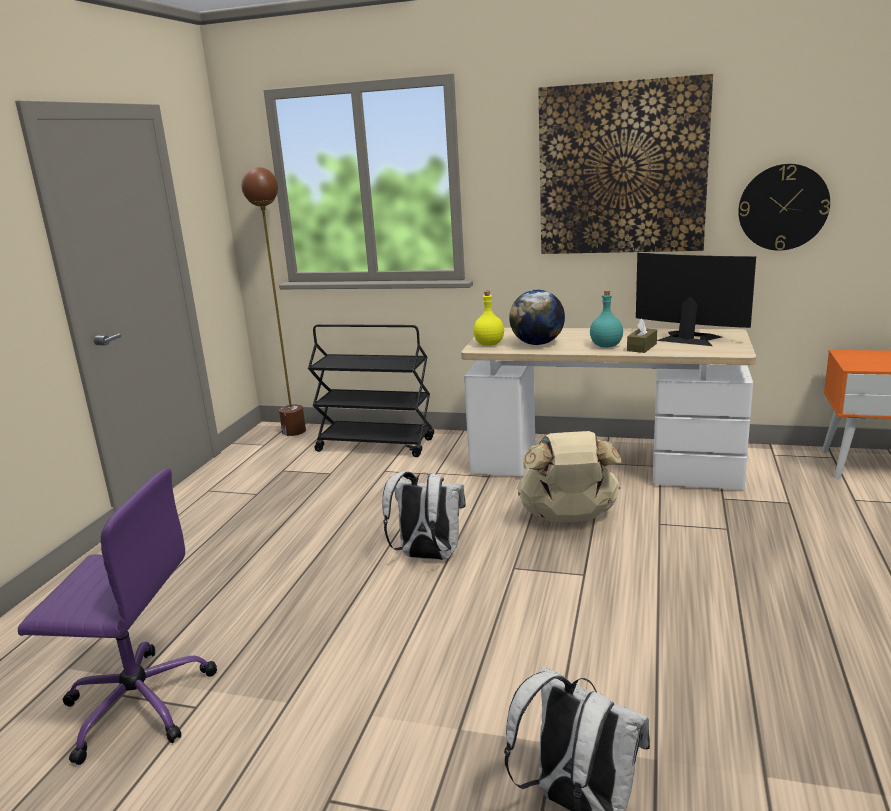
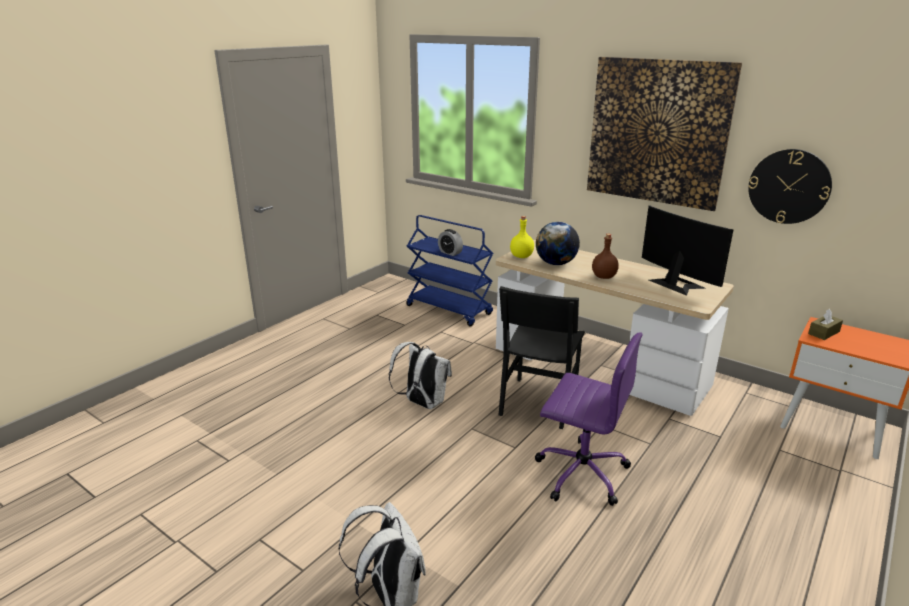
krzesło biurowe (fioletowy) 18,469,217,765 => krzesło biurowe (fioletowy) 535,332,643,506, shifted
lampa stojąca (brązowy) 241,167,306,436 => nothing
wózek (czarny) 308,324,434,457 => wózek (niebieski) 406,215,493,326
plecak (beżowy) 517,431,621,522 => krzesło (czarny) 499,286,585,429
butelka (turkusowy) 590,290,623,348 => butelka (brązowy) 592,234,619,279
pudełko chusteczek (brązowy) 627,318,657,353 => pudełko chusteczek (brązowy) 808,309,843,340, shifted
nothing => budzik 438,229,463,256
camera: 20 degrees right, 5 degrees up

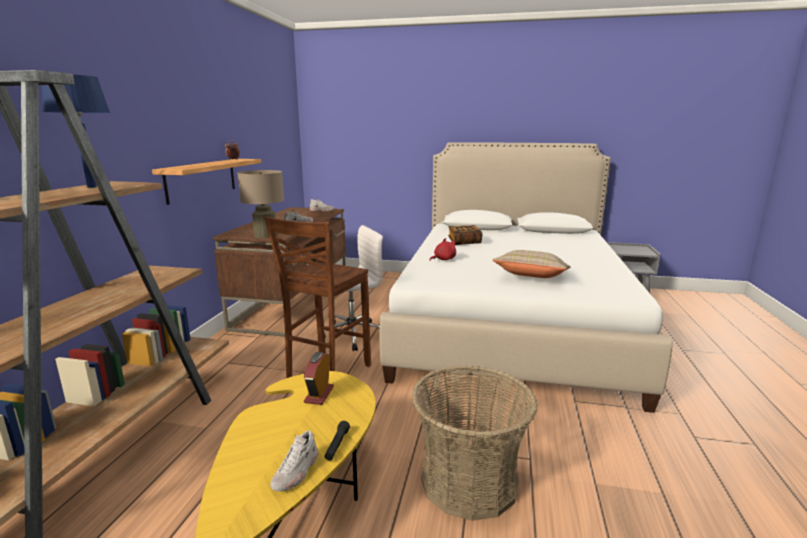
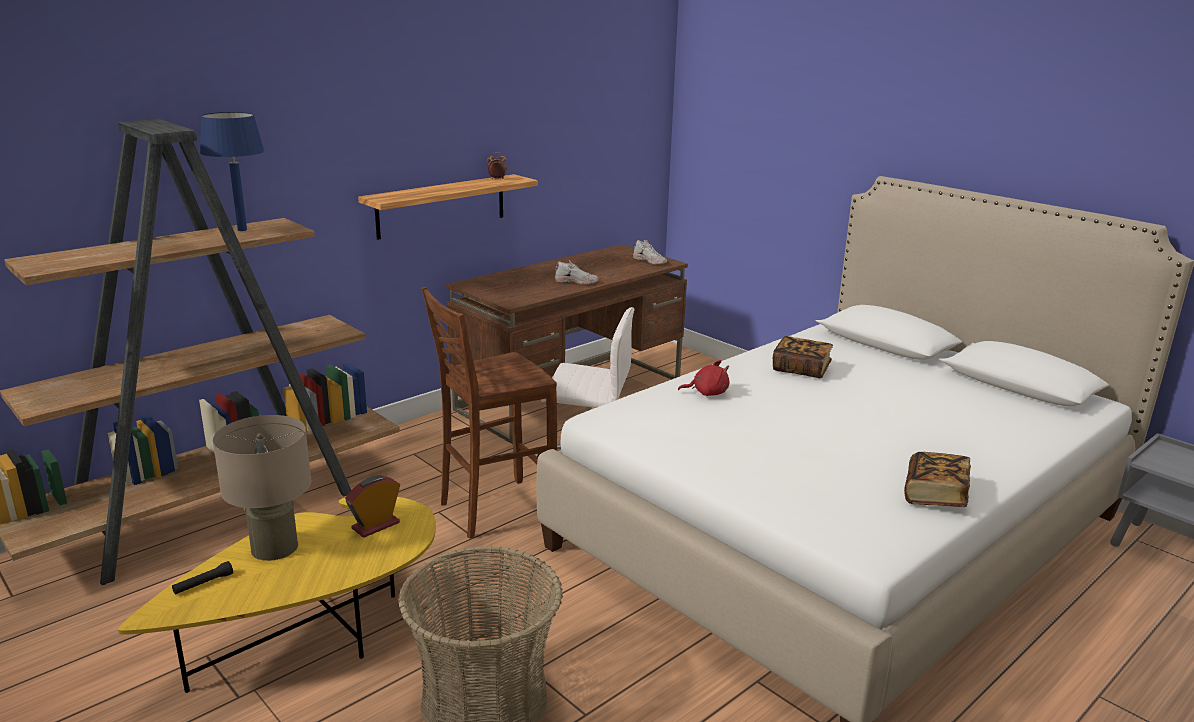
lampa stołowa (beżowy) 238,170,284,238 => lampa stołowa (beżowy) 213,415,311,561, shifted
but (biały) 270,430,318,491 => nothing
latarka (czarny) 324,421,350,461 => latarka (czarny) 172,561,233,595, shifted
poduszka (beżowy) 493,250,571,278 => nothing
nothing => książka 904,452,971,507
camera: 35 degrees right, 5 degrees up

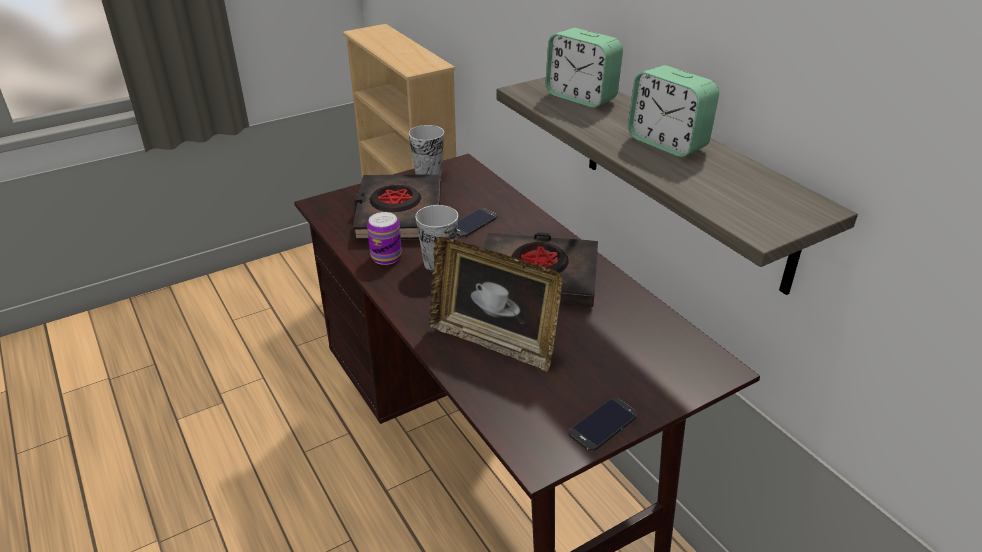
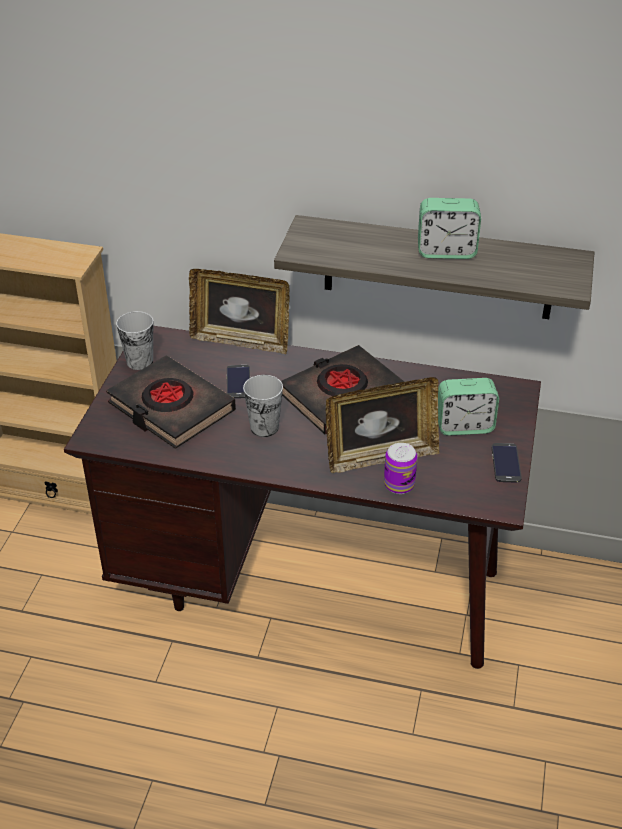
puszka 367,212,402,265 => puszka 384,443,417,494, shifted
budzik 545,28,623,108 => budzik 438,378,499,436, shifted
nothing => ramka na zdjęcie 189,269,290,354
camera: 45 degrees left, 5 degrees up

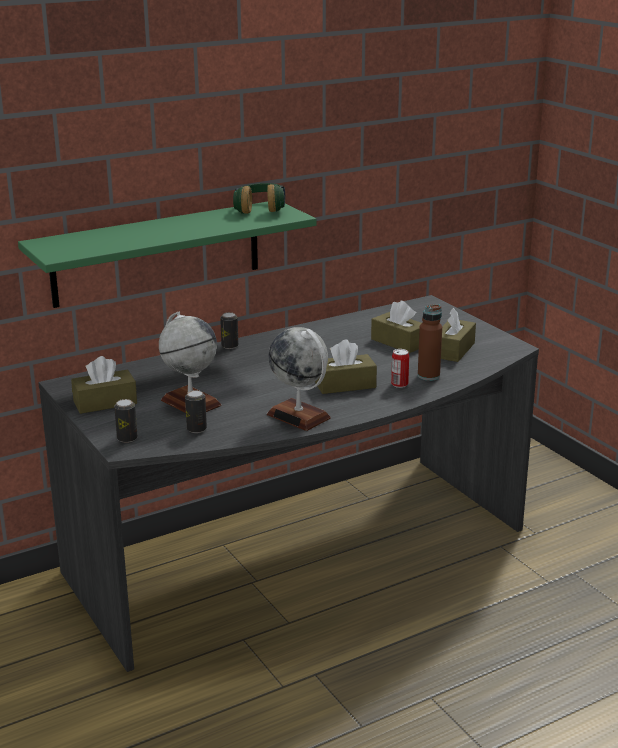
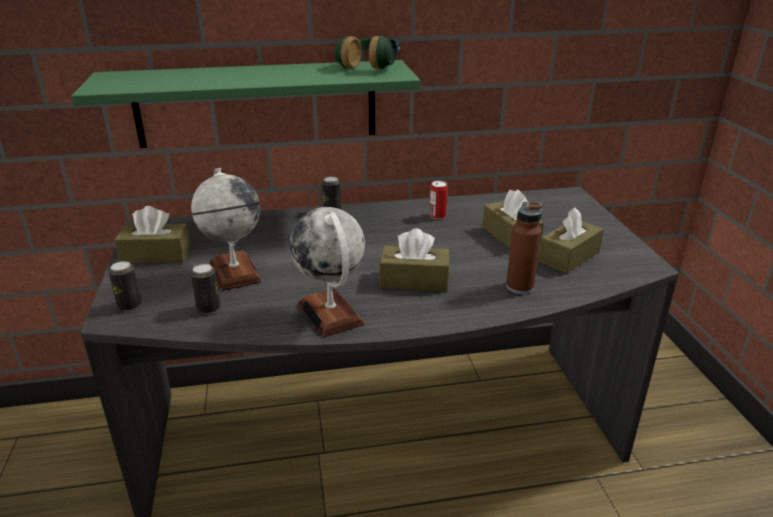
puszka 391,349,409,388 => puszka 430,181,448,219, shifted
camera: 20 degrees right, 5 degrees up

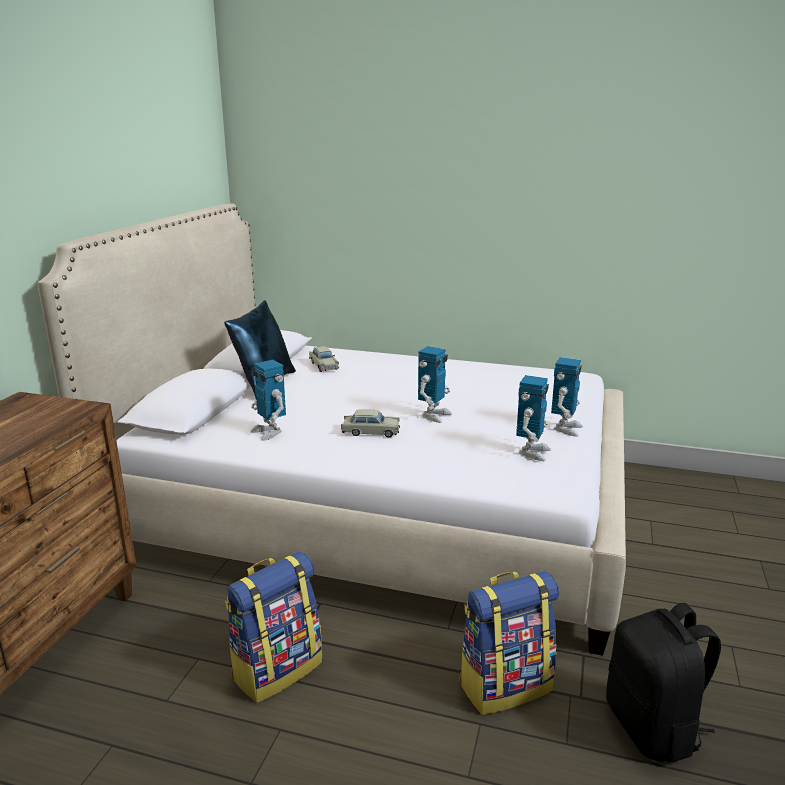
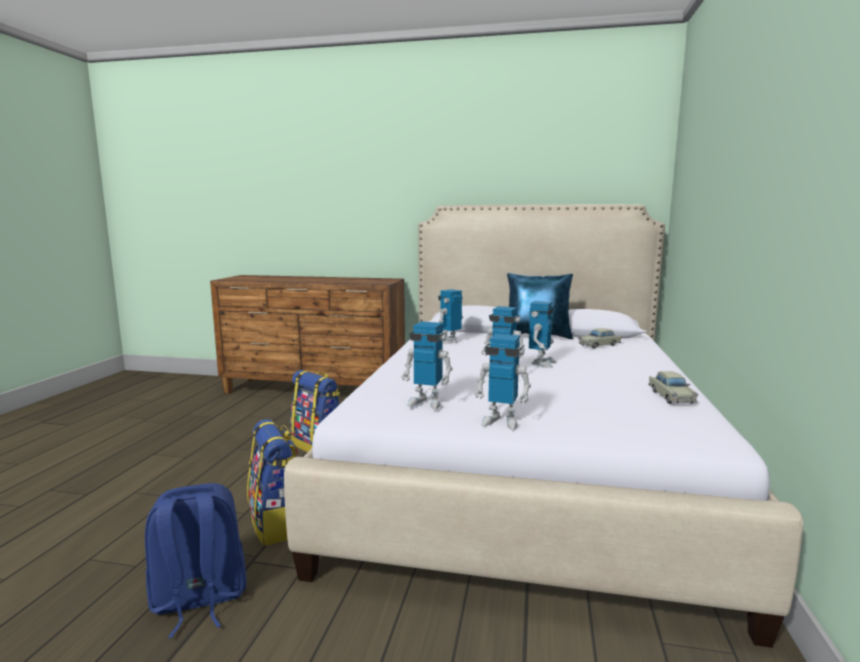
samochodzik (beżowy) 341,409,400,438 => samochodzik (beżowy) 649,371,698,404, shifted
plecak (czarny) 606,603,721,762 => plecak (niebieski) 145,483,247,638
nothing => robot zabawkowy 529,301,557,368
camera: 85 degrees right, 10 degrees down

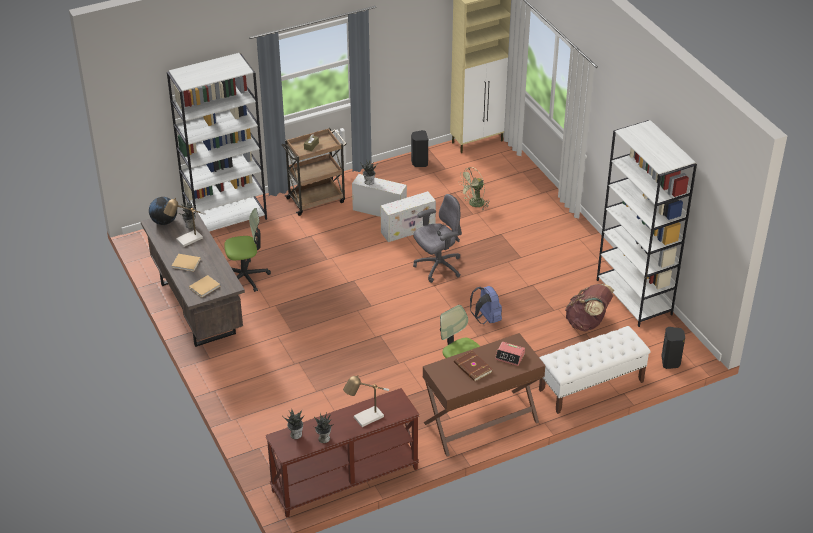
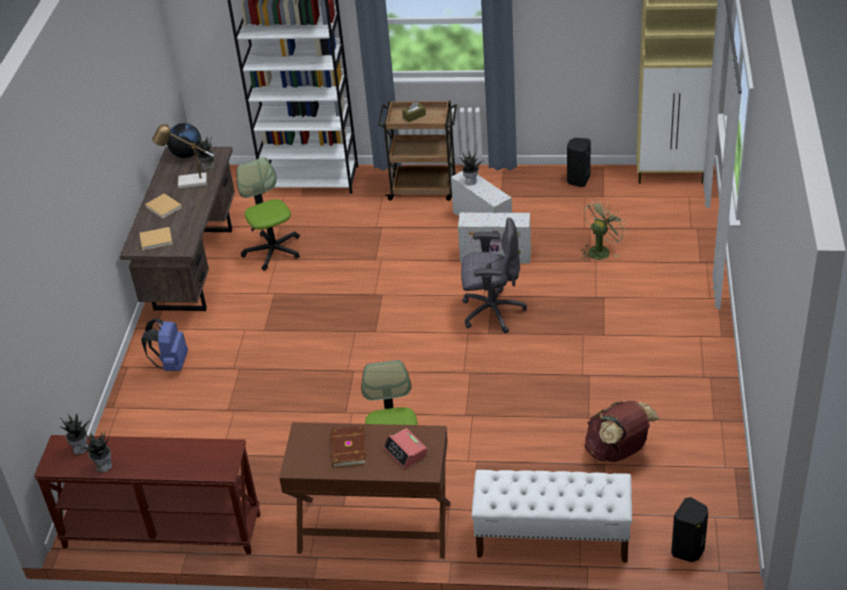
krzesło biurowe 224,208,271,292 => krzesło biurowe 237,157,300,271, 135 degrees counterclockwise
lampa stołowa 343,375,389,427 => nothing
wentylator (zielony) 458,167,490,210 => wentylator (zielony) 581,200,628,260, 135 degrees clockwise
plecak (niebieski) 470,286,502,324 => plecak (niebieski) 141,318,188,371, shifted
regał (biały) 597,120,697,327 => nothing
camera: 35 degrees right, 0 degrees up

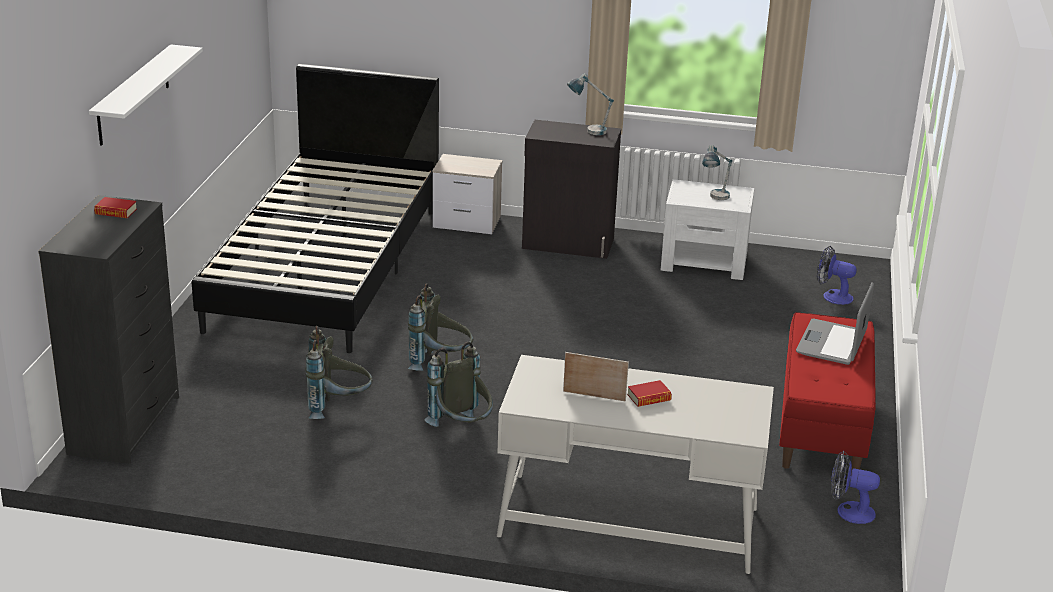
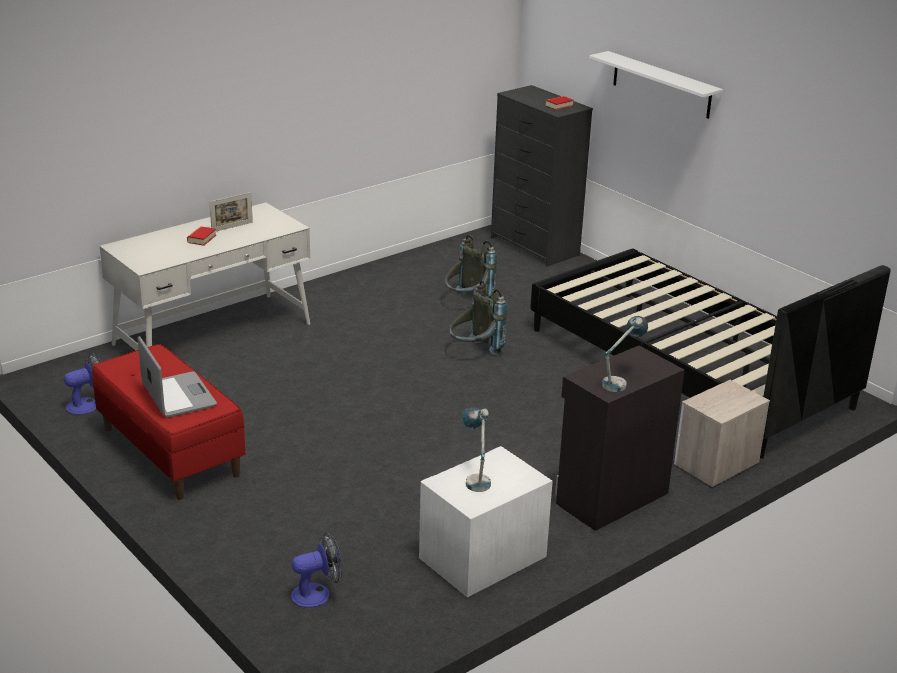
plecak (szary) 424,342,493,427 => nothing
camera: 130 degrees right, 0 degrees up

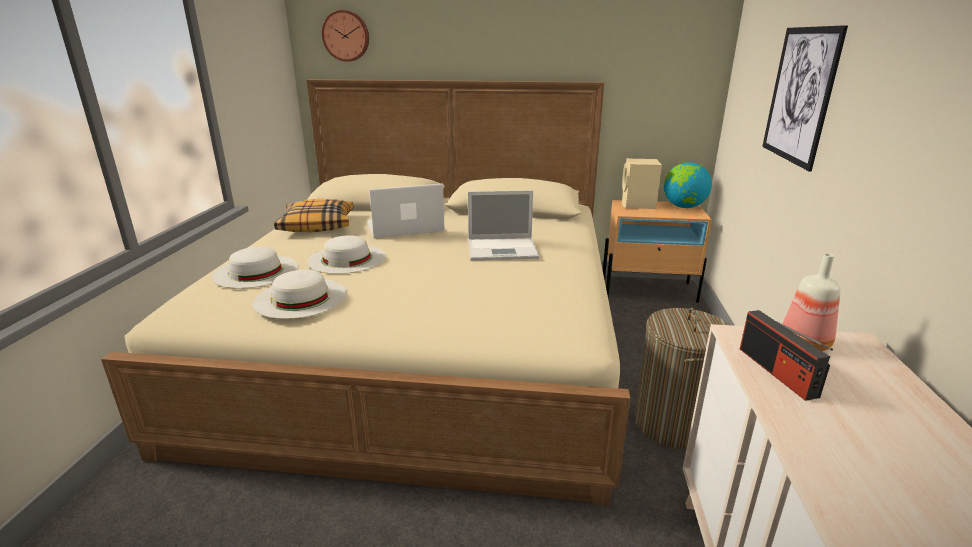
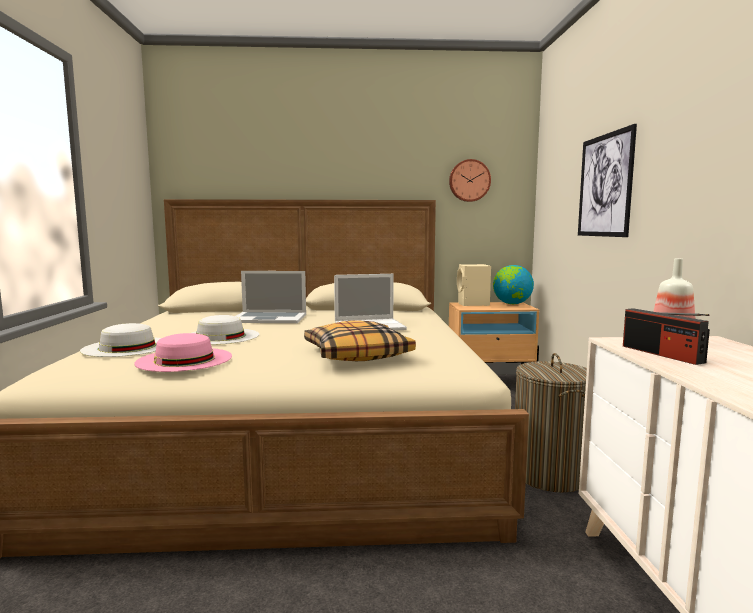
kapelusz (biały) 253,270,347,319 => kapelusz (różowy) 134,333,232,372
poduszka 274,199,353,232 => poduszka 304,320,416,361, shifted
zegar ścienny 322,10,369,62 => zegar ścienny 449,159,491,202, shifted
laptop 367,183,445,238 => laptop 236,271,306,323, 150 degrees counterclockwise
camera: 10 degrees left, 15 degrees down

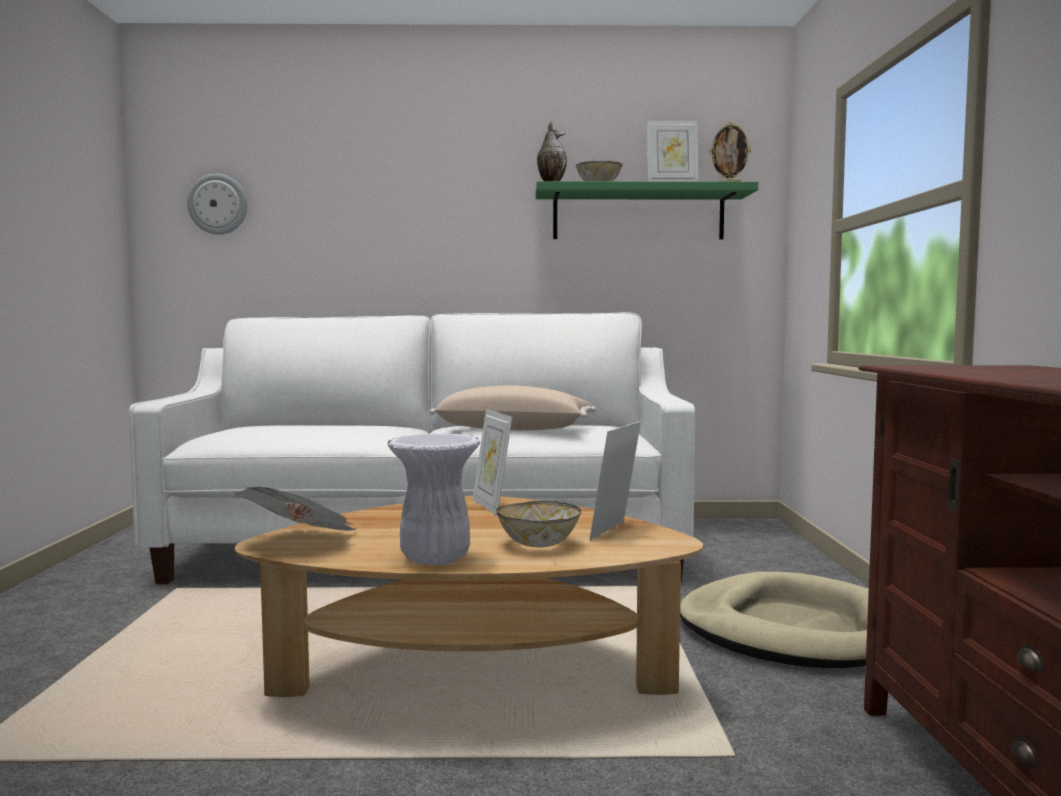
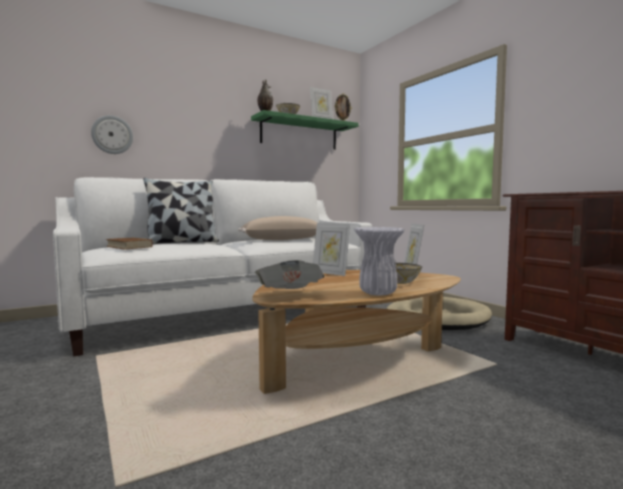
zegar ścienny 187,174,247,235 => zegar ścienny 91,115,133,154, shifted
nothing => książka (brązowy) 106,237,153,250
nothing => poduszka 143,178,219,244
camera: 30 degrees left, 0 degrees up

